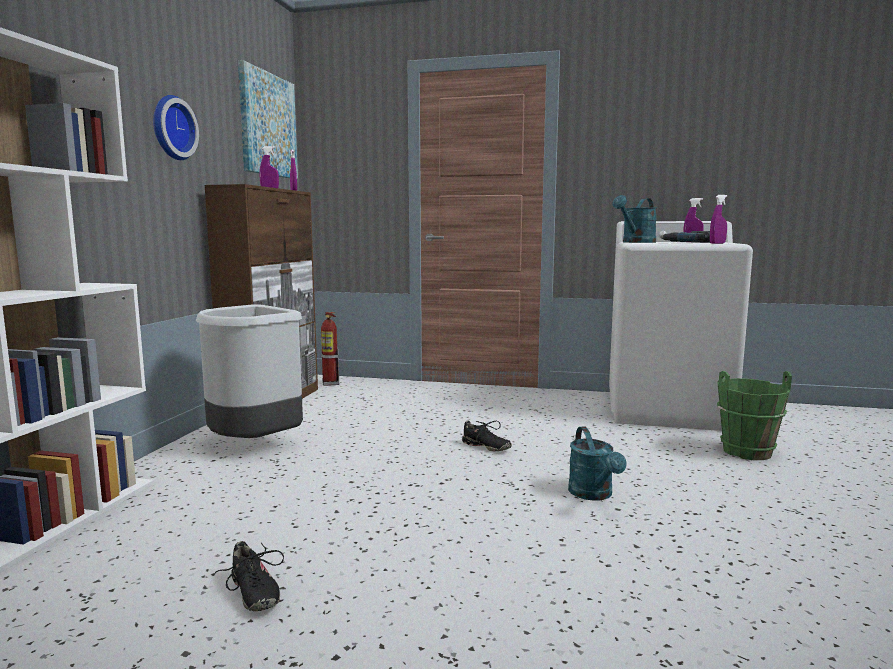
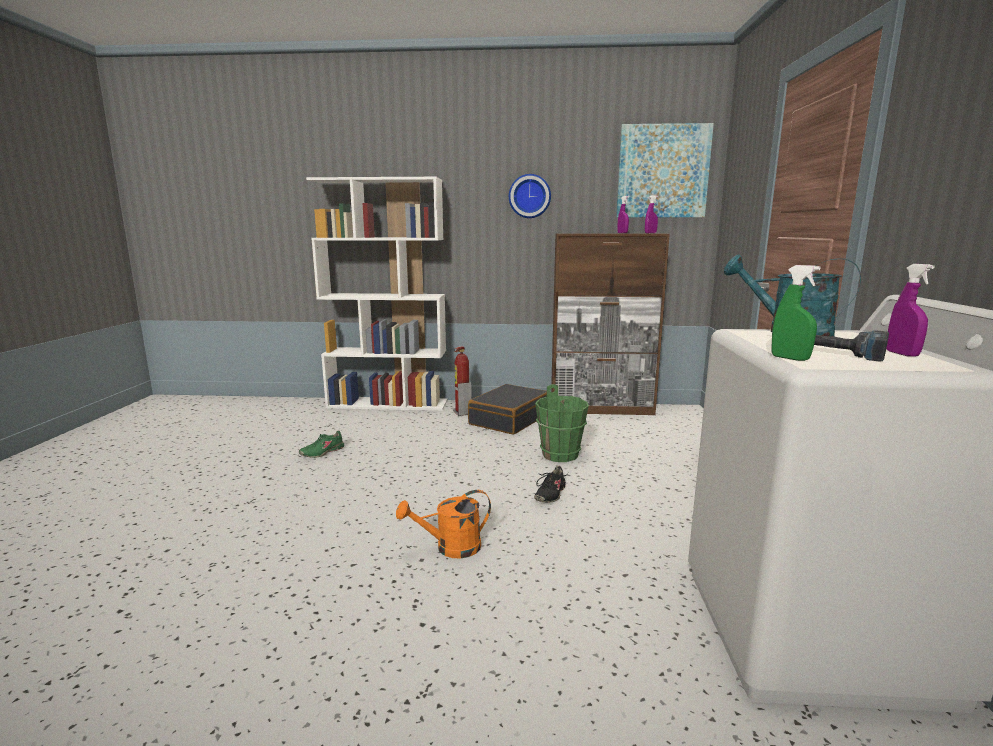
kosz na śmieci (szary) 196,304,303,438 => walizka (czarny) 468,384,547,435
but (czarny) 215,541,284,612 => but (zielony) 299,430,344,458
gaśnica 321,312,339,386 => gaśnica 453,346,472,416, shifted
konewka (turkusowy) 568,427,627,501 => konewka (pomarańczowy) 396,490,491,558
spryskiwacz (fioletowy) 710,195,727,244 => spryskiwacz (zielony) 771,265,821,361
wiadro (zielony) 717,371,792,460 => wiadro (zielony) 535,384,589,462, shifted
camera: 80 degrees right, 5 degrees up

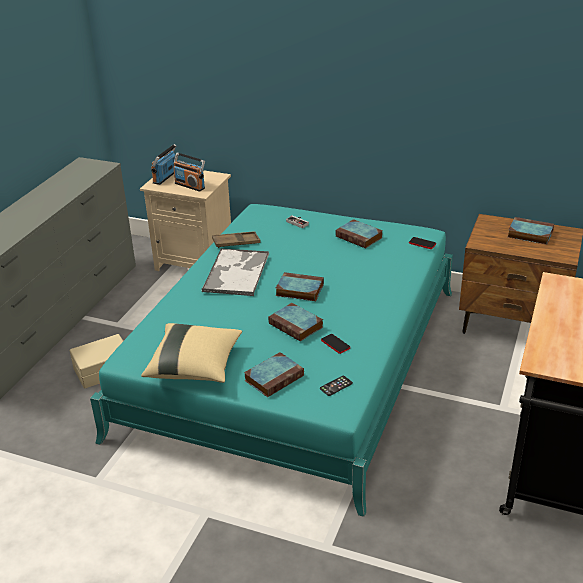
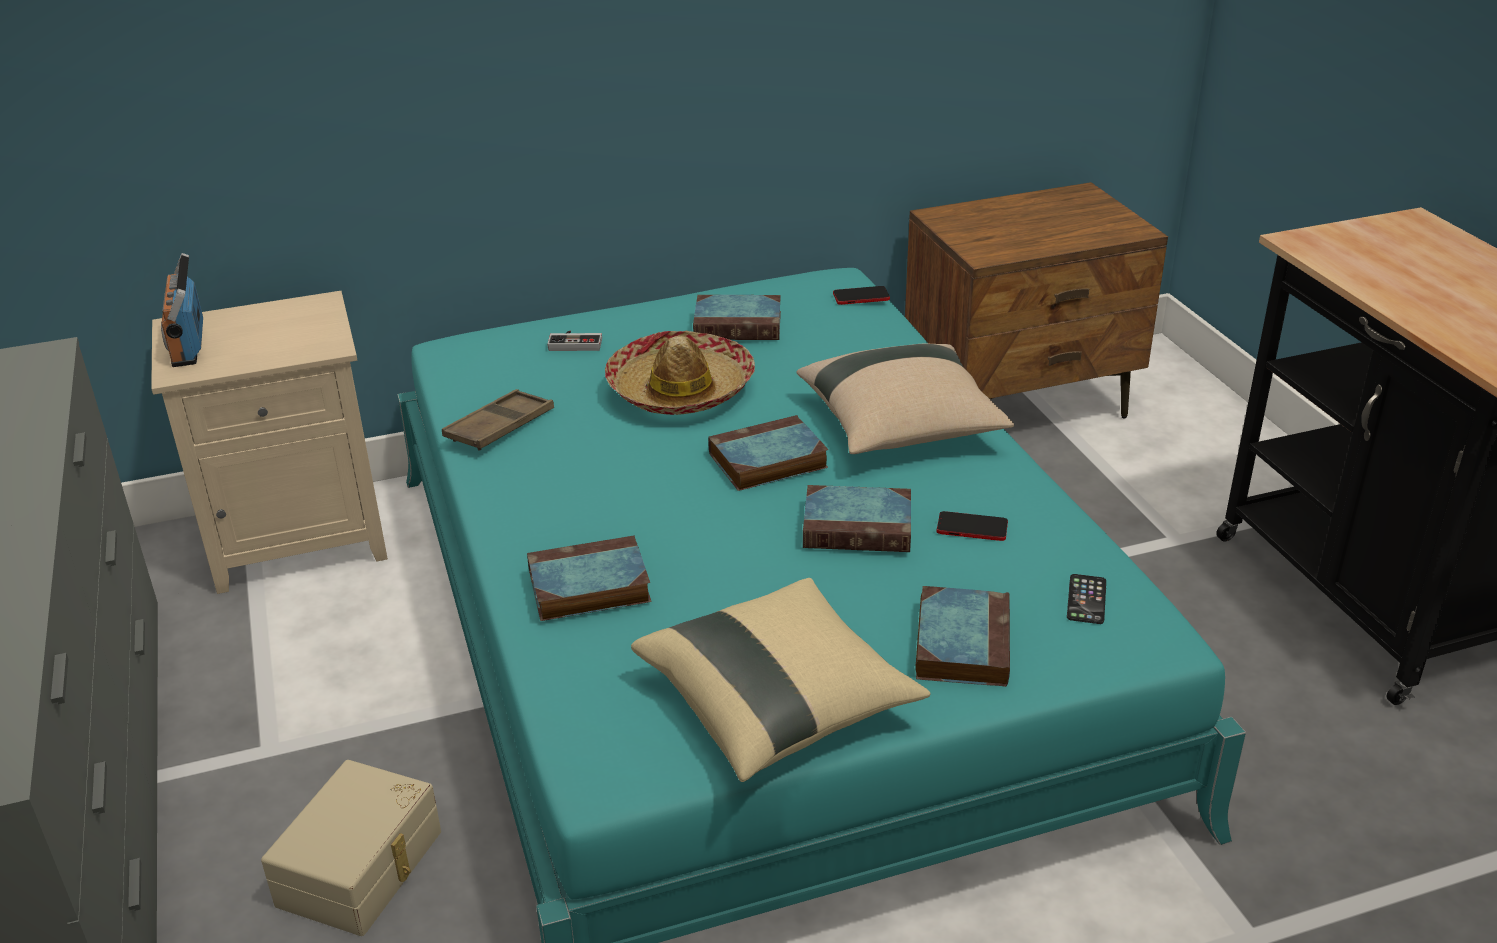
radio 173,153,205,192 => nothing
taca 201,249,269,296 => nothing
książka 508,217,554,245 => książka 527,536,652,621, shifted
nothing => kapelusz 605,331,755,415
nothing => poduszka (beżowy) 797,344,1014,454
camera: 40 degrees left, 0 degrees up

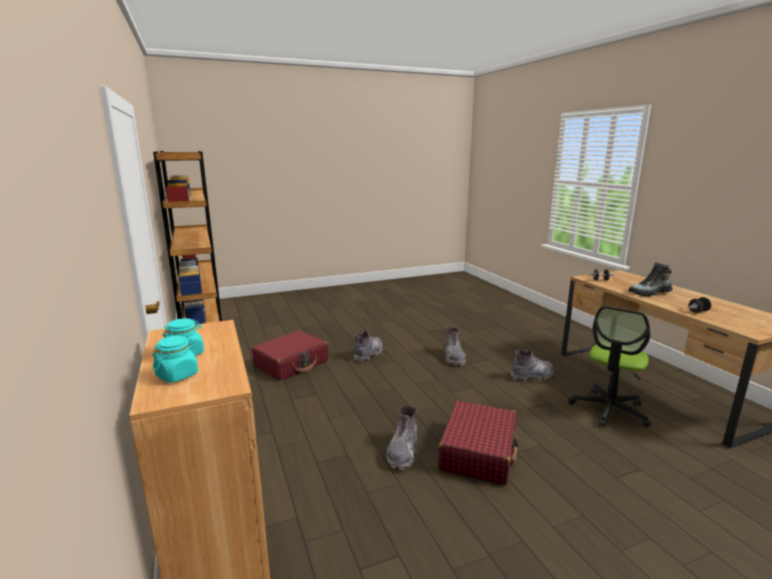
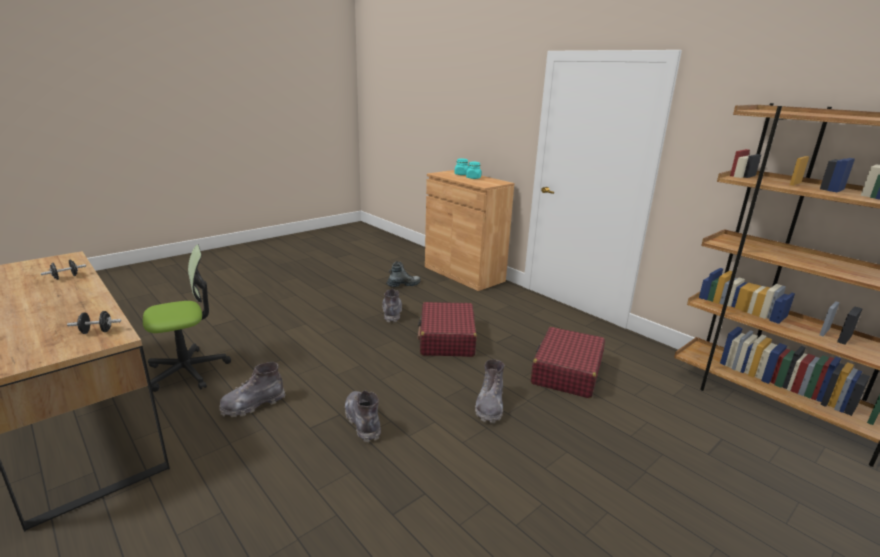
walizka (czerwony) 438,400,518,485 => walizka (czerwony) 417,302,477,357, shifted
krzesło biurowe 568,306,651,427 => krzesło biurowe 143,245,231,392, 45 degrees clockwise
but z cholewką 628,262,673,296 => but z cholewką 386,261,421,287, shifted
camera: 160 degrees right, 5 degrees up

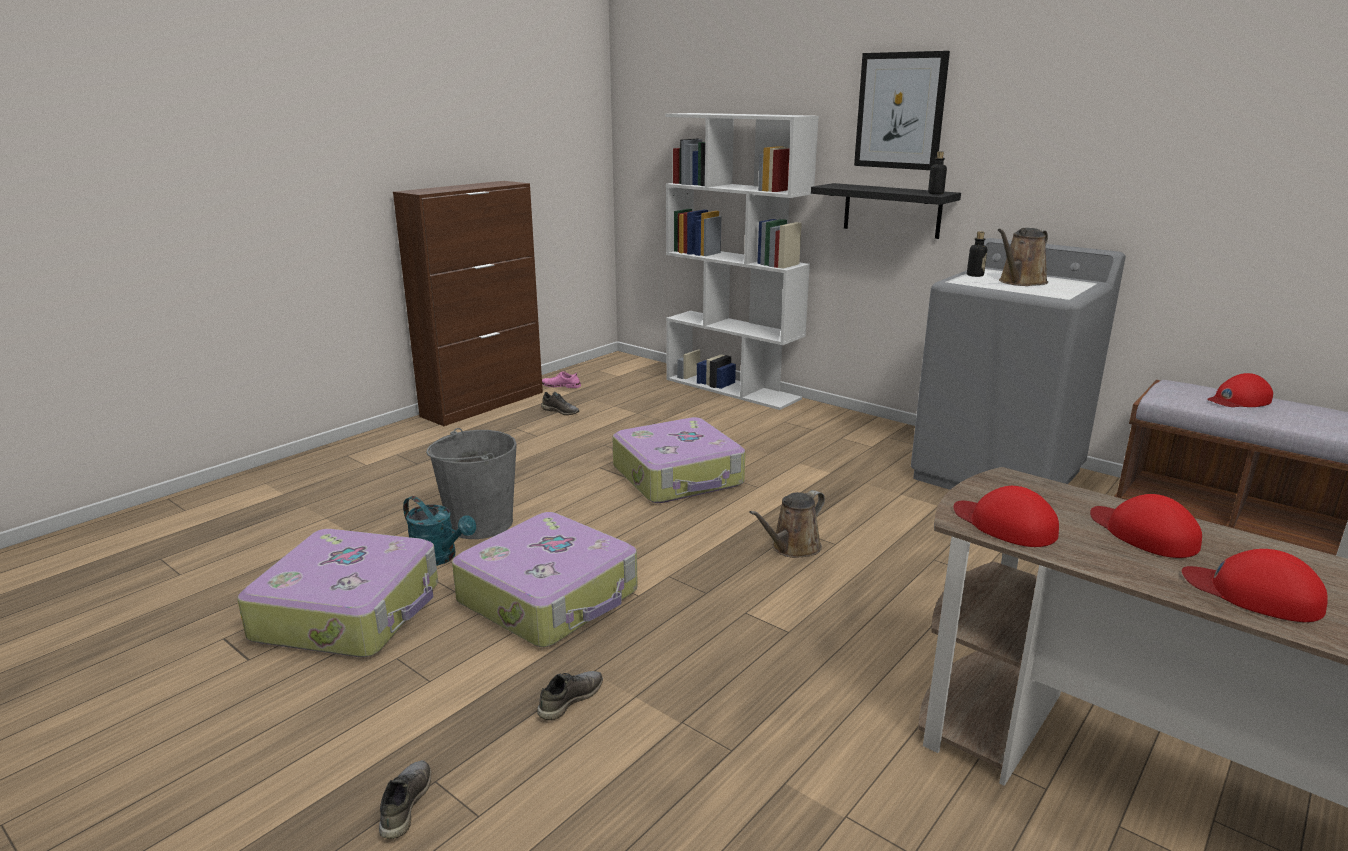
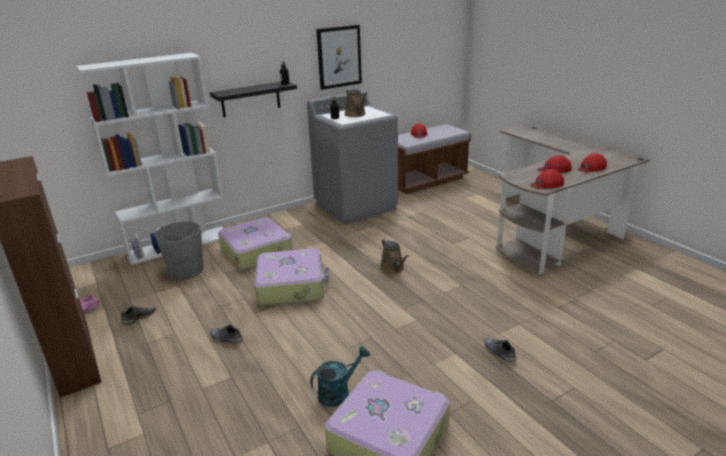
but (szary) 379,760,431,839 => but (szary) 210,325,243,343, shifted
wiadro (szary) 426,428,517,539 => wiadro (szary) 154,222,204,280, shifted
walizka 452,512,638,647 => walizka 218,217,292,270, shifted
obraz 854,51,950,170 => obraz 316,25,362,90, shifted
camera: 70 degrees left, 5 degrees up

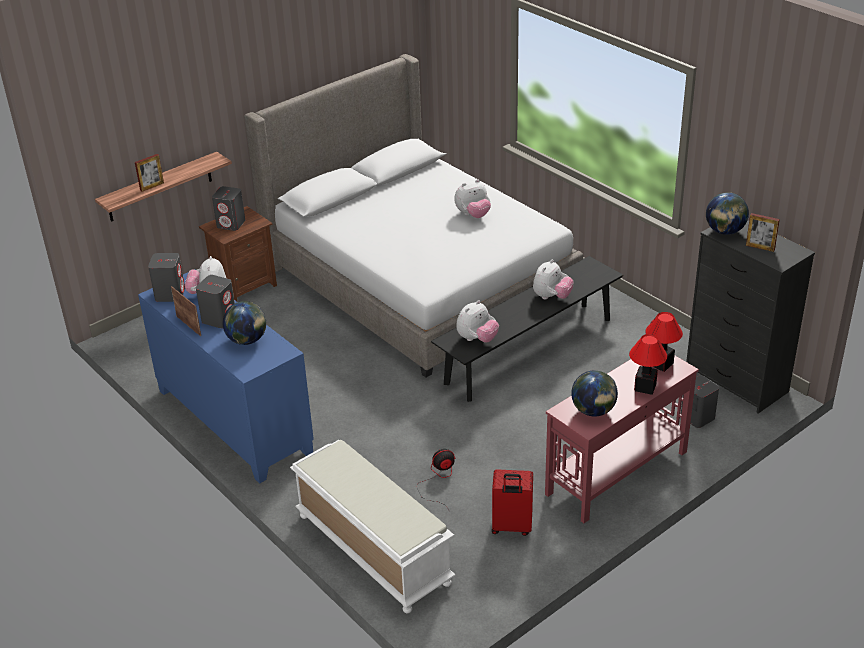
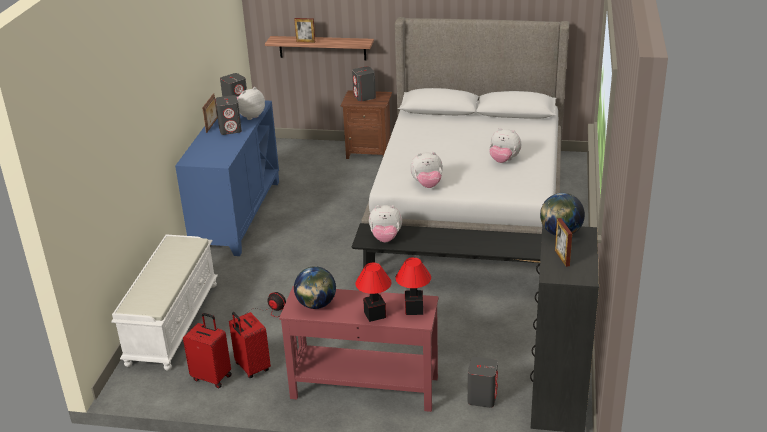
globus 223,301,266,345 => nothing
pluszak 533,259,574,299 => pluszak 410,152,443,188, shifted
nothing => walizka (czerwony) 183,313,232,388
camera: 50 degrees right, 5 degrees down

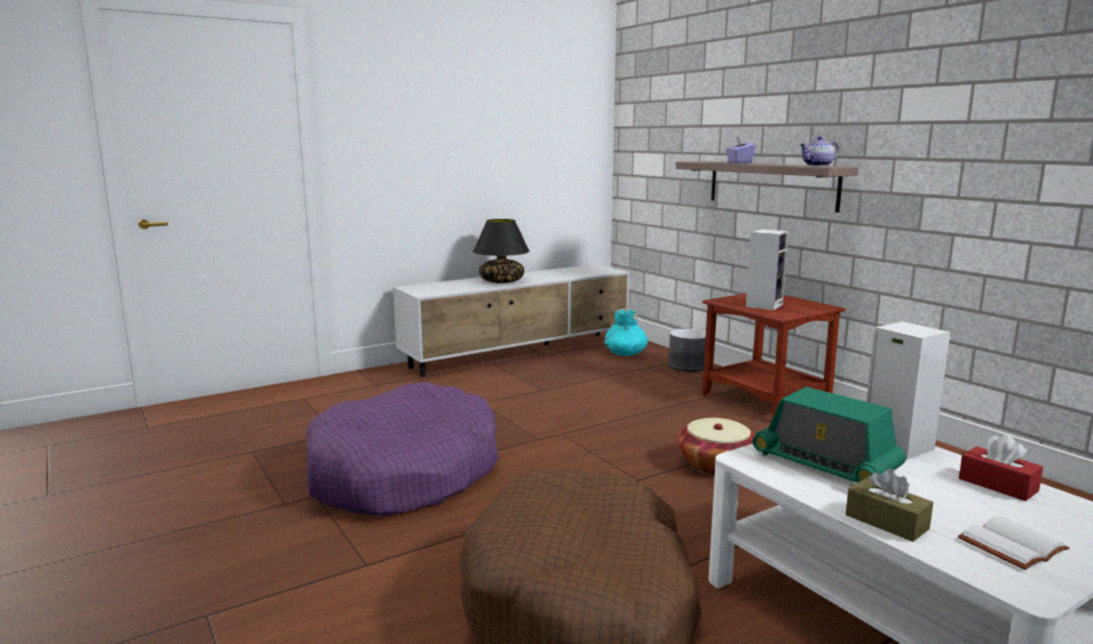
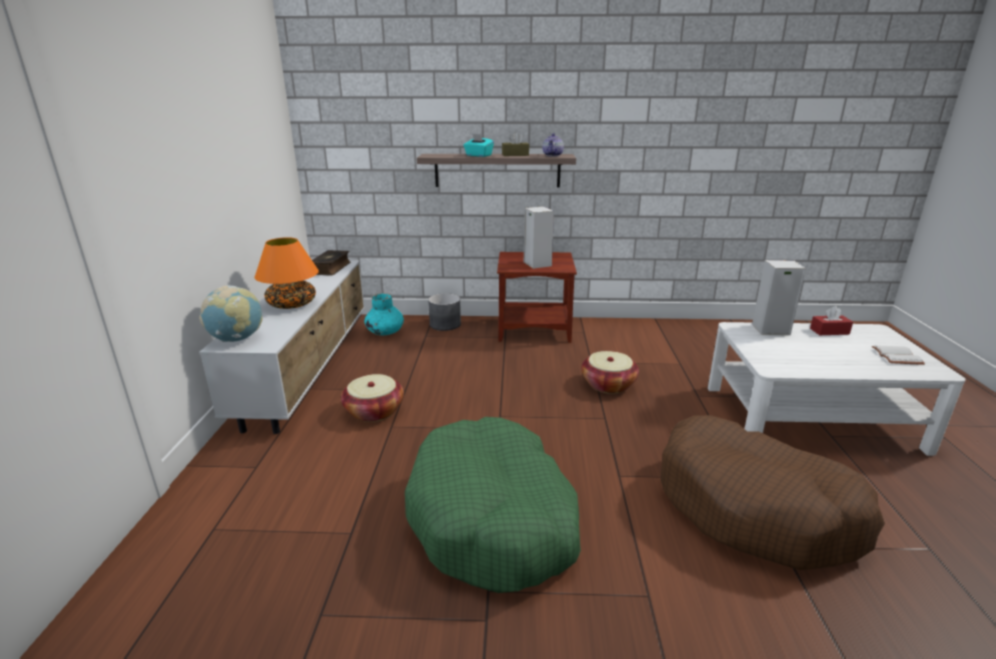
legowisko (fioletowy) 306,382,499,516 => legowisko (zielony) 405,417,581,593
lampa stołowa (czarny) 473,219,529,283 => lampa stołowa (pomarańczowy) 255,237,319,309
pudełko chusteczek (fioletowy) 726,137,755,163 => pudełko chusteczek (turkusowy) 463,134,494,157
radio 753,387,906,483 => nothing
pudełko chusteczek (brązowy) 846,468,933,542 => pudełko chusteczek (brązowy) 502,132,529,156, shifted
nothing => globus 199,285,262,342
nothing => książka 312,250,351,275
nothing => koszyk 341,374,404,422
camera: 55 degrees left, 10 degrees up

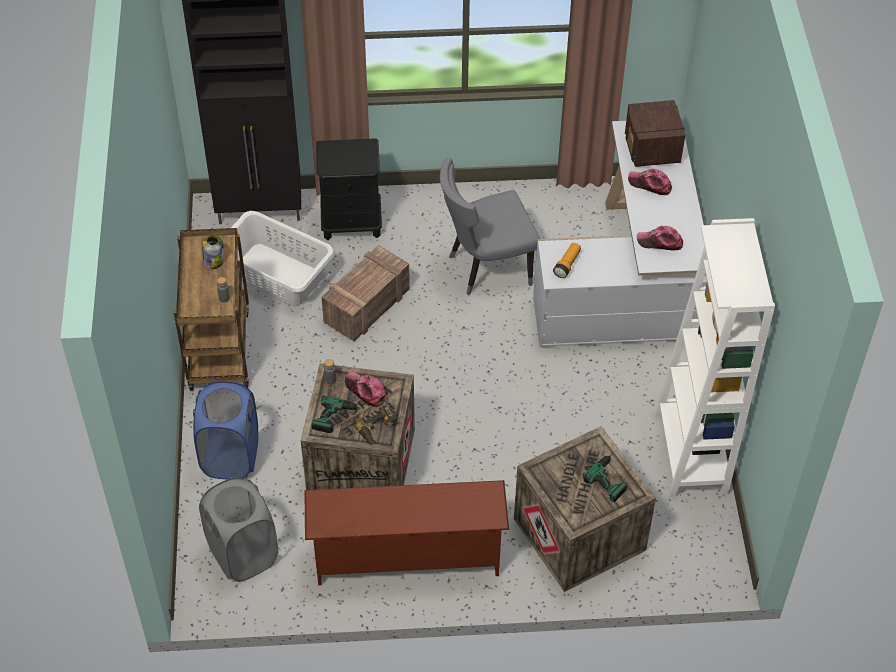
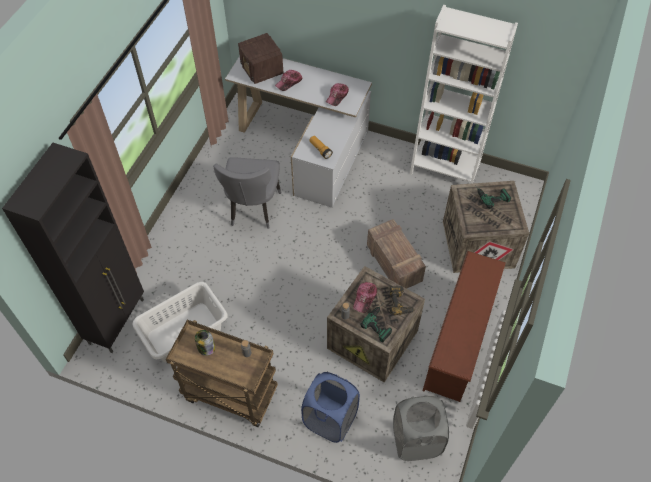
szafka nocna (czarny) 316,138,382,240 => nothing
skrzynka 321,245,410,341 => skrzynka 367,219,426,289, shifted
czapka z daszkiem 345,372,386,408 => czapka z daszkiem 353,282,377,313, 45 degrees counterclockwise
radio 625,100,685,167 => radio 238,33,283,84, 45 degrees clockwise
camera: 65 degrees left, 5 degrees up

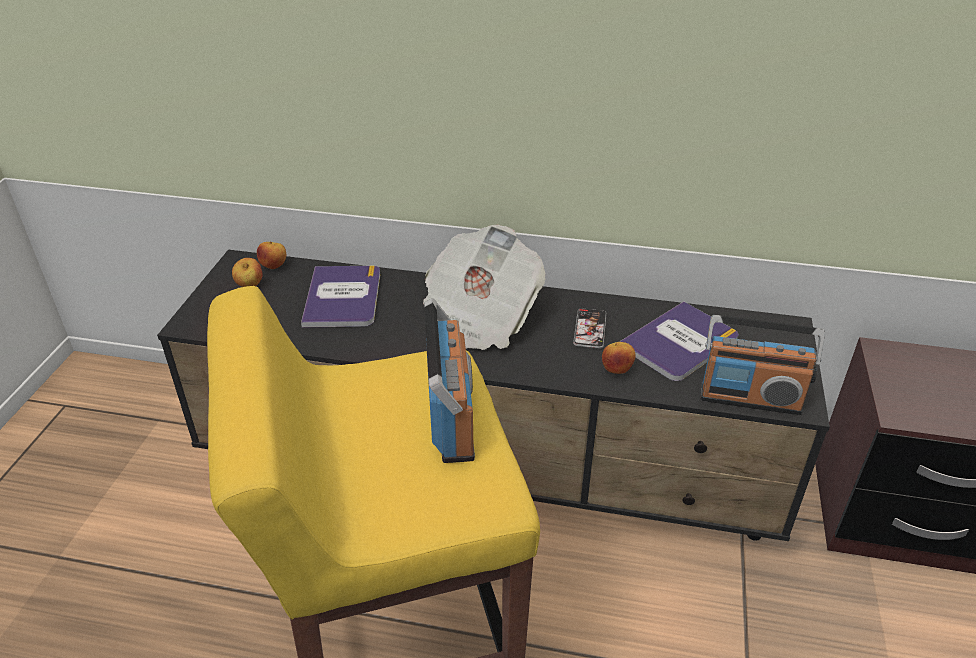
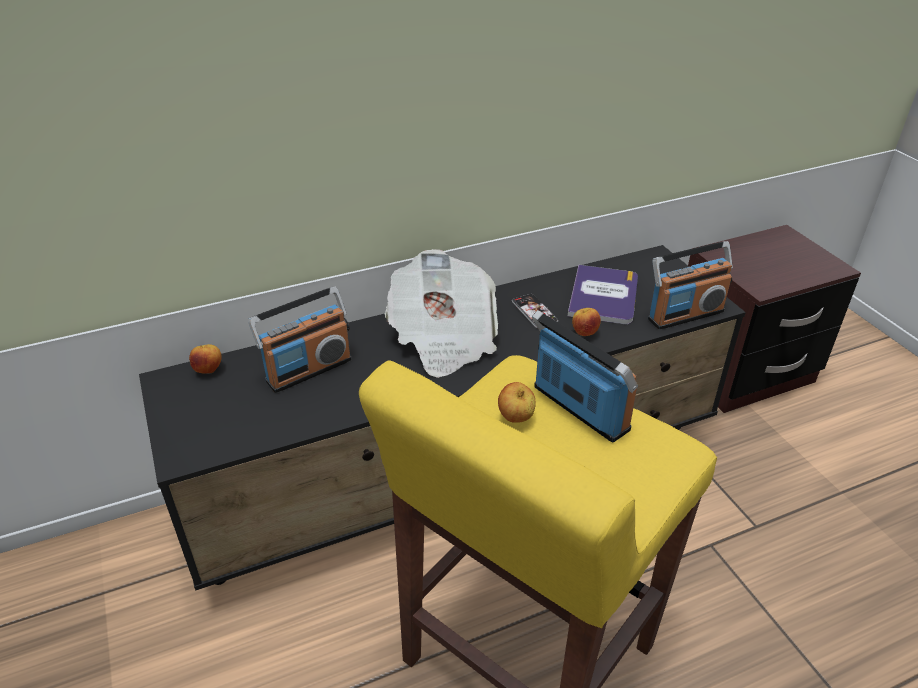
jabłko 232,258,263,287 => jabłko 498,382,536,423, shifted
książka 301,266,380,328 => radio 248,287,352,393
camera: 35 degrees left, 0 degrees up

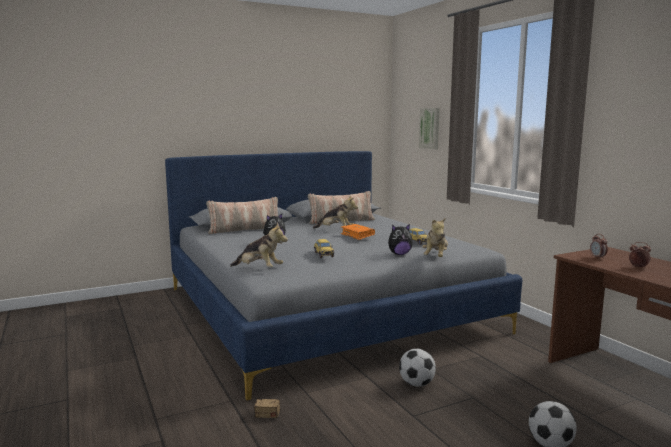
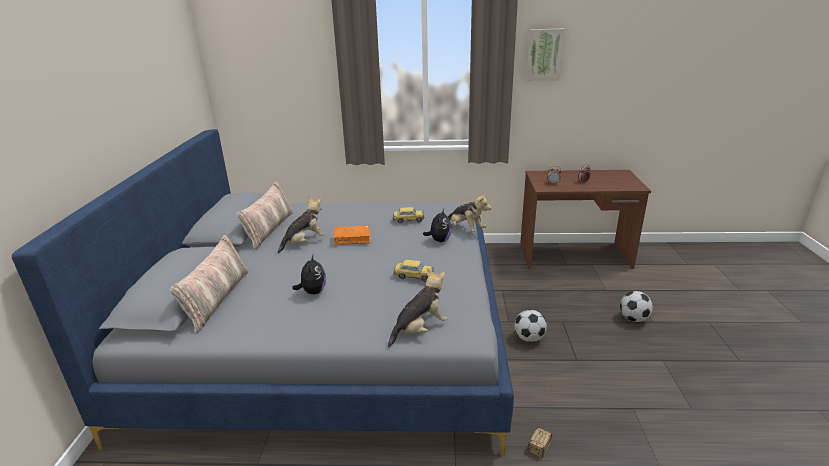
obraz 419,108,440,149 => obraz 526,29,565,81, shifted
camera: 60 degrees left, 15 degrees up

